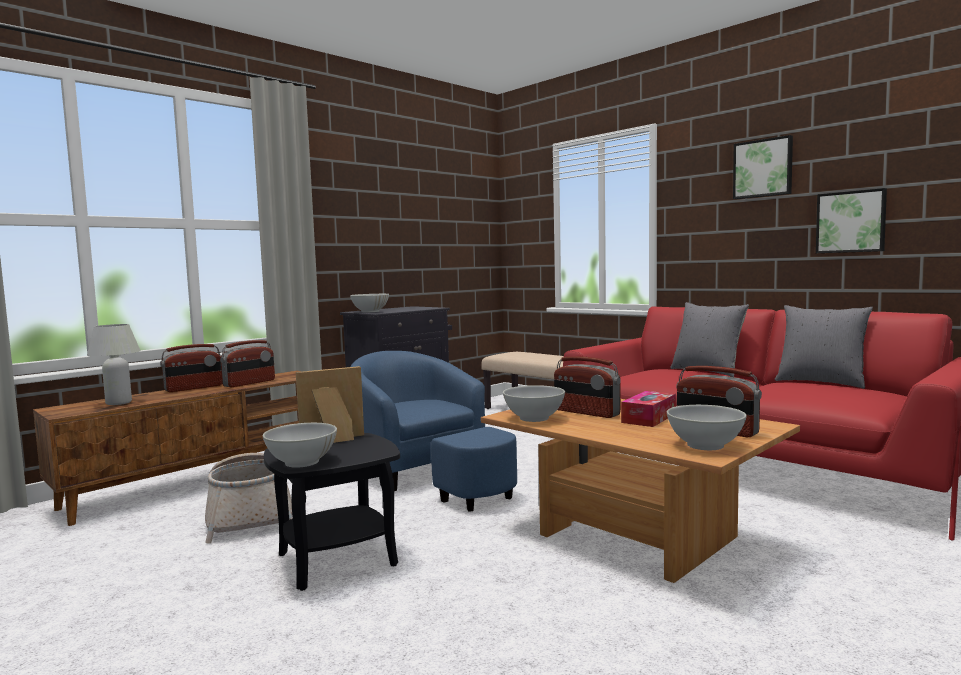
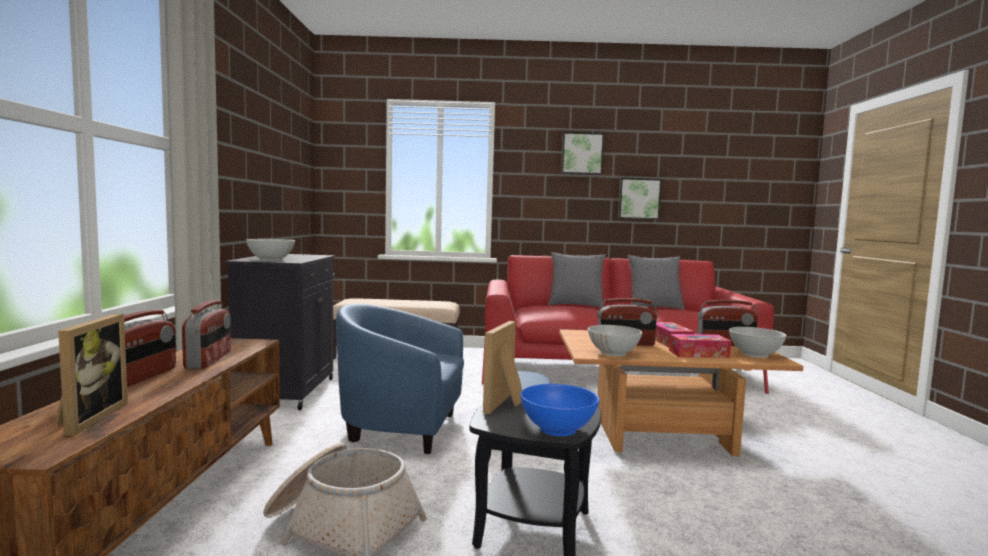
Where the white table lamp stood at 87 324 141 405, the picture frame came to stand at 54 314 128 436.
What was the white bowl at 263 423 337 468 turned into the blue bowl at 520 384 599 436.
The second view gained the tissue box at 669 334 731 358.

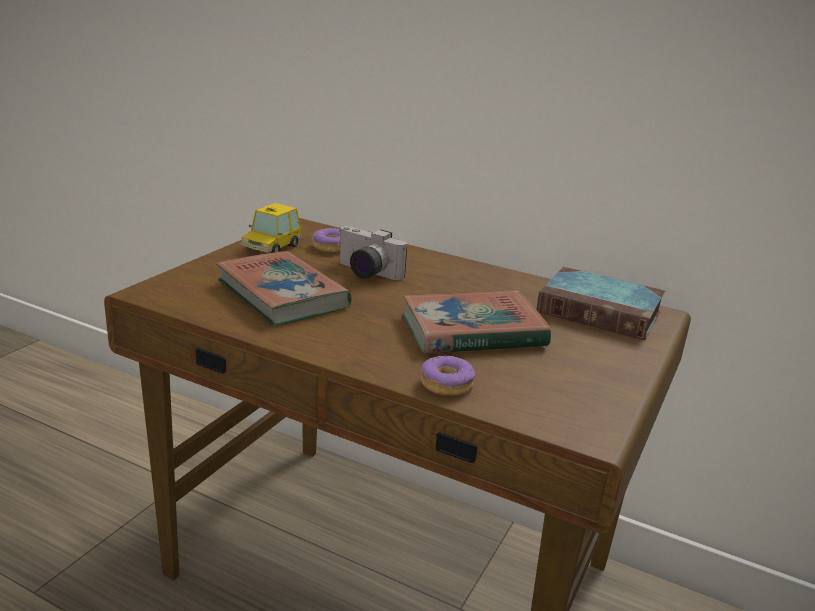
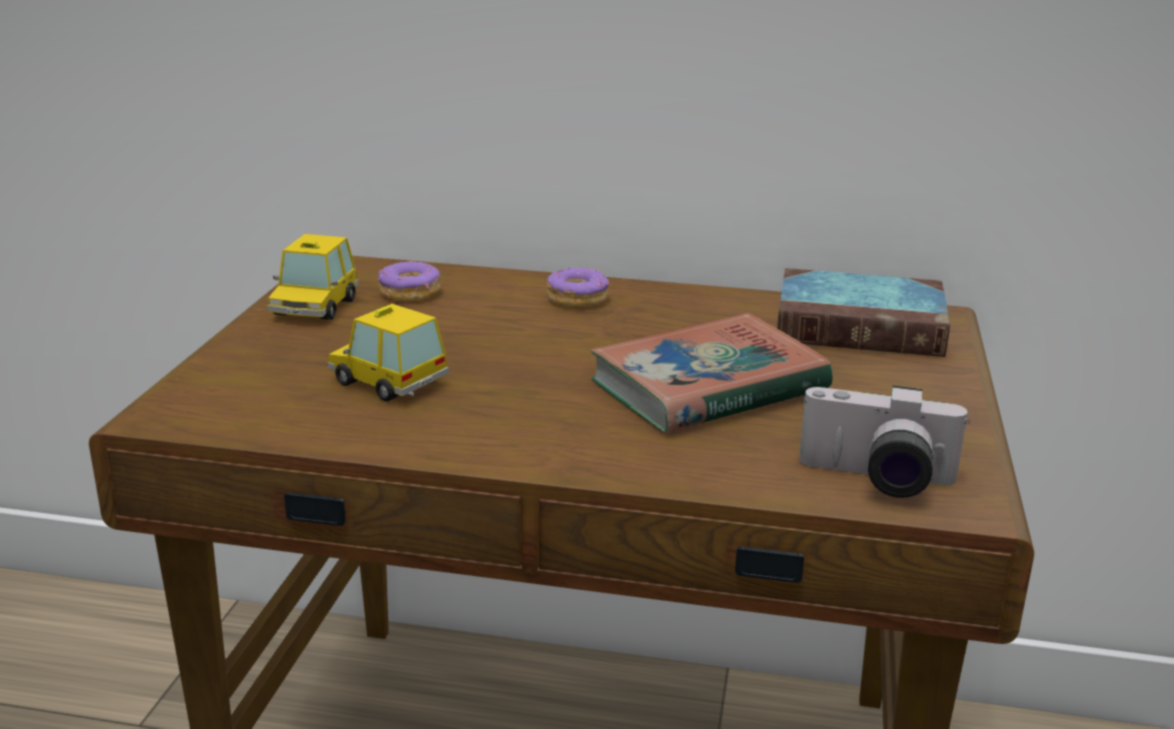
Where the book stood at 216 251 352 326, the toy car came to stand at 328 304 449 401.
The donut ended up elsewhere, having gone from 421 355 476 396 to 547 267 609 307.
The photo camera ended up elsewhere, having gone from 339 226 407 281 to 799 386 970 498.

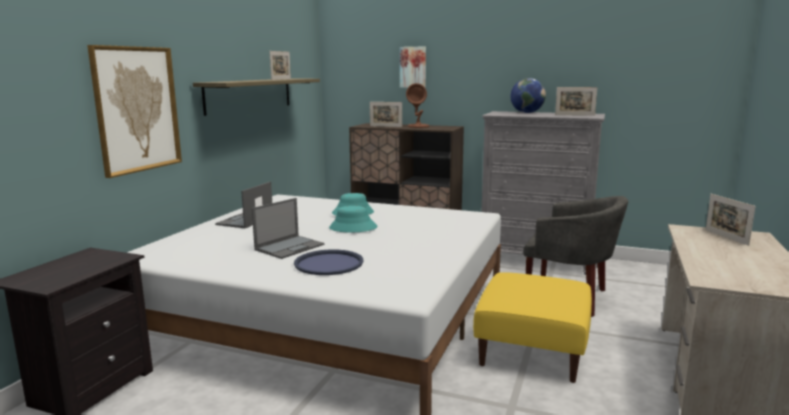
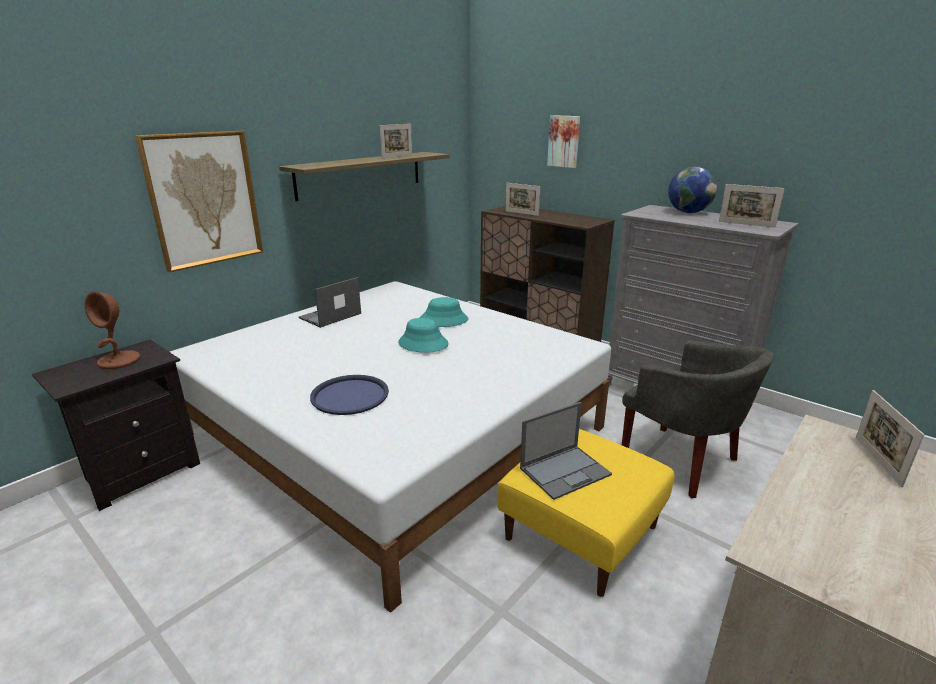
The brown table lamp ended up elsewhere, having gone from 406 83 429 128 to 85 292 140 369.
The laptop ended up elsewhere, having gone from 252 198 324 259 to 520 402 612 500.

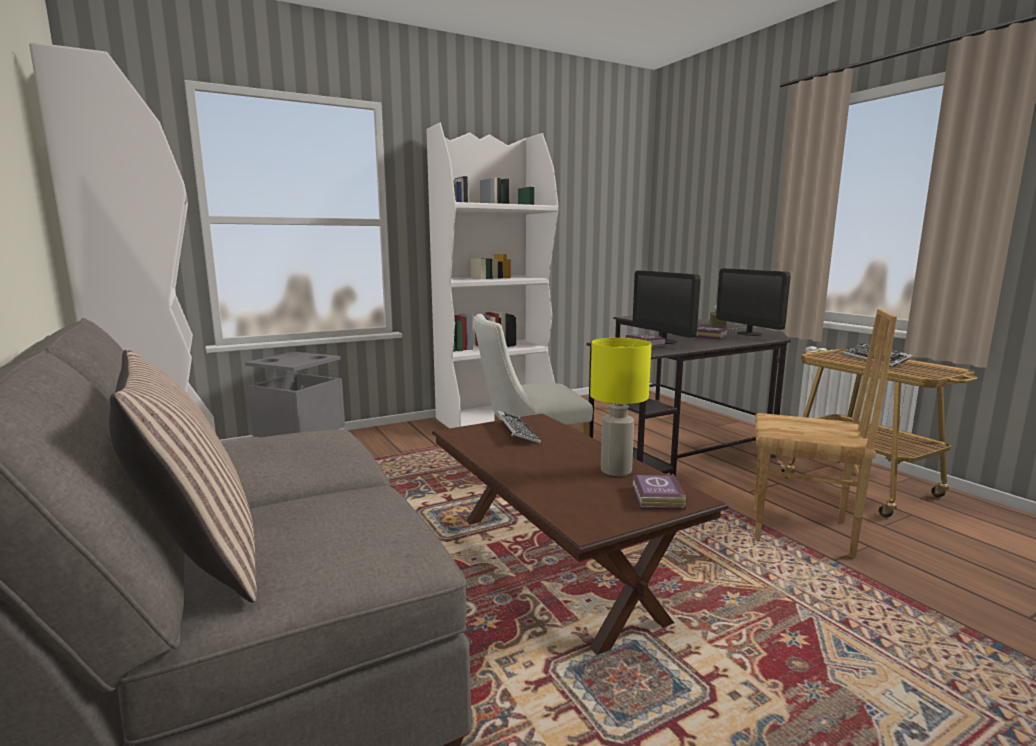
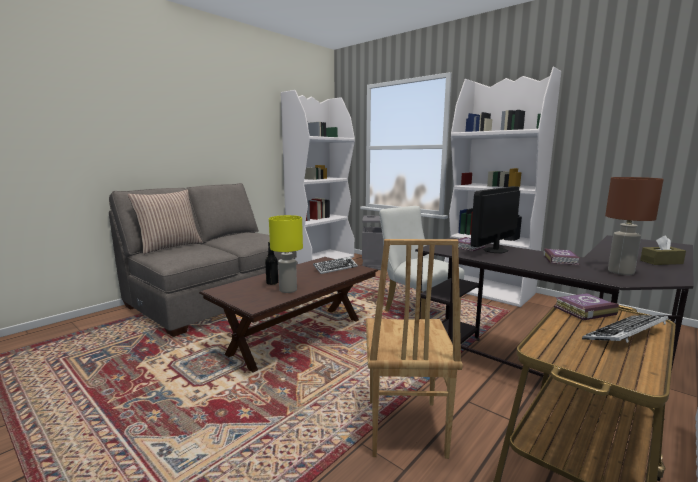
The second view gained the black bottle at 265 241 278 285.
The book ended up elsewhere, having gone from 632 474 687 510 to 554 293 619 320.
Where the monitor stood at 716 268 791 336, the brown table lamp came to stand at 605 177 663 275.

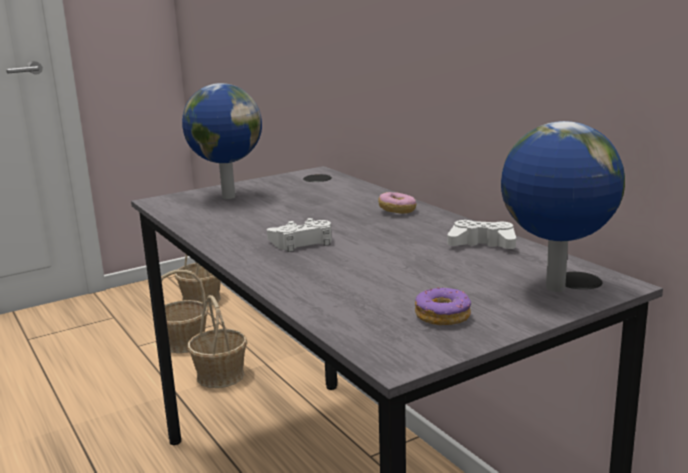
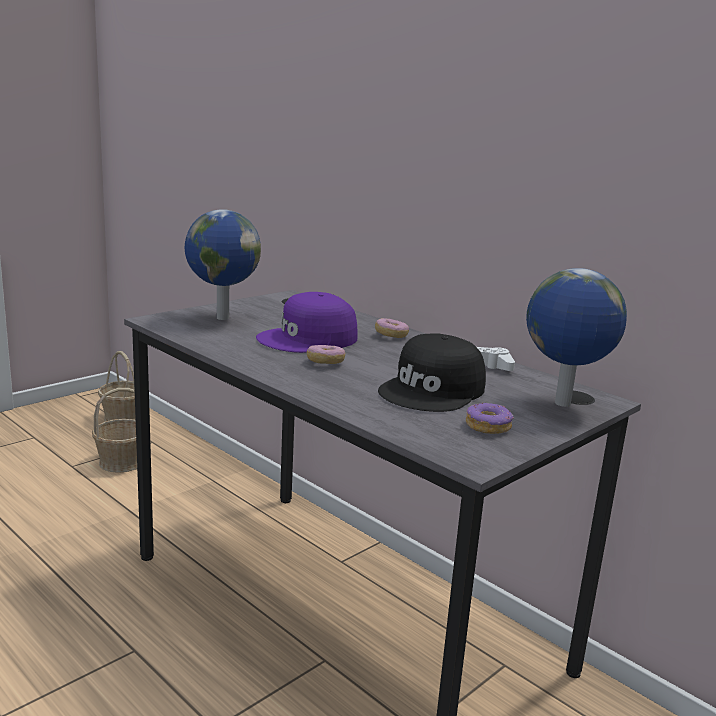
The second view gained the purple cap at 256 292 358 353.
Where the white game controller stood at 267 218 332 252, the donut came to stand at 307 345 345 364.
The second view gained the black cap at 378 333 486 412.
The second view lost the basket at 188 295 247 388.

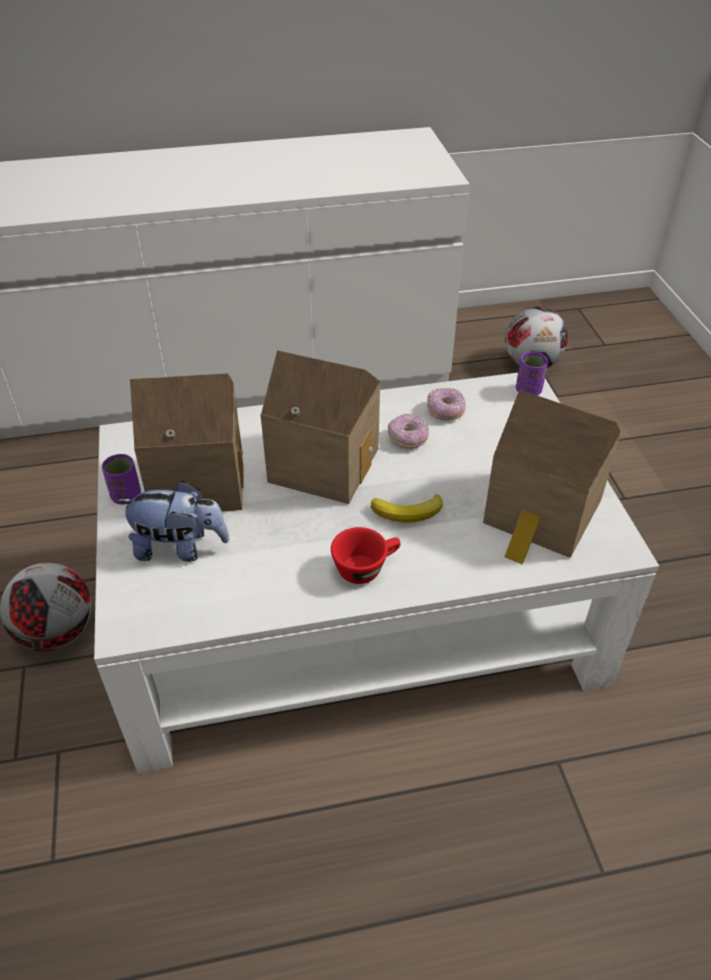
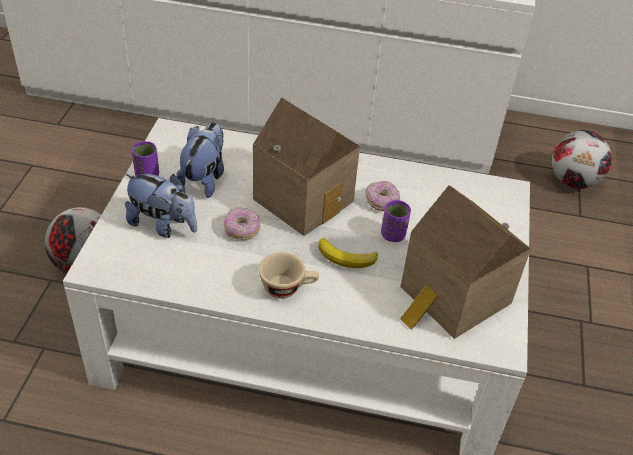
Where the toy house stood at 130 373 244 511, the plush toy came to stand at 176 122 224 198.
The donut ended up elsewhere, having gone from 427 388 466 421 to 224 207 260 240.
What was the red cup at 331 527 401 584 turned into the beige cup at 258 252 319 299.
The purple cup ended up elsewhere, having gone from 516 352 548 396 to 381 200 411 242.

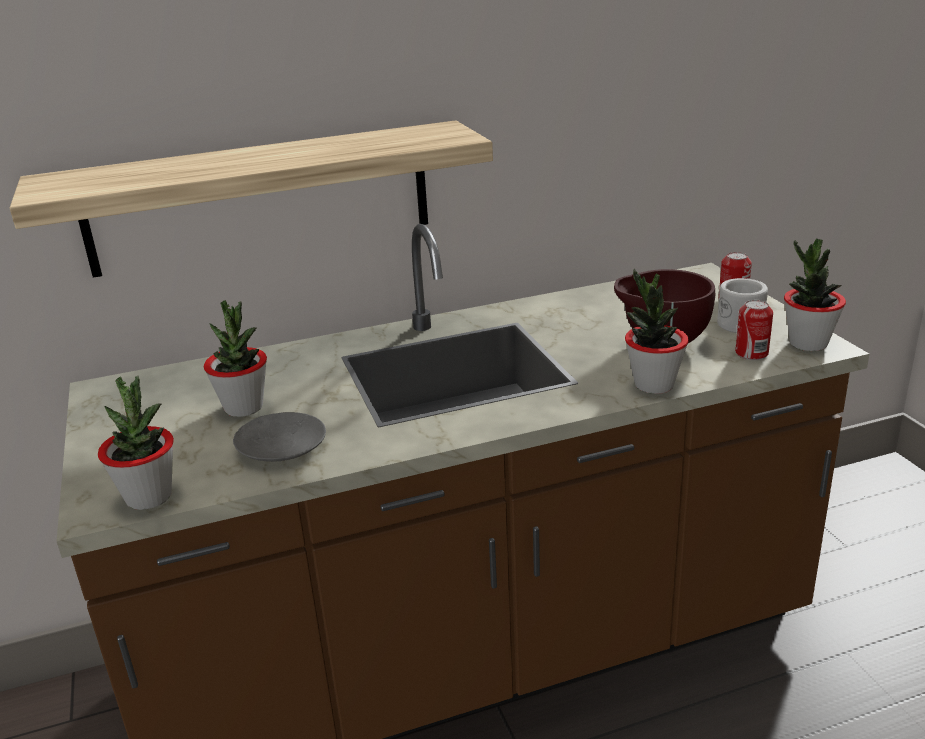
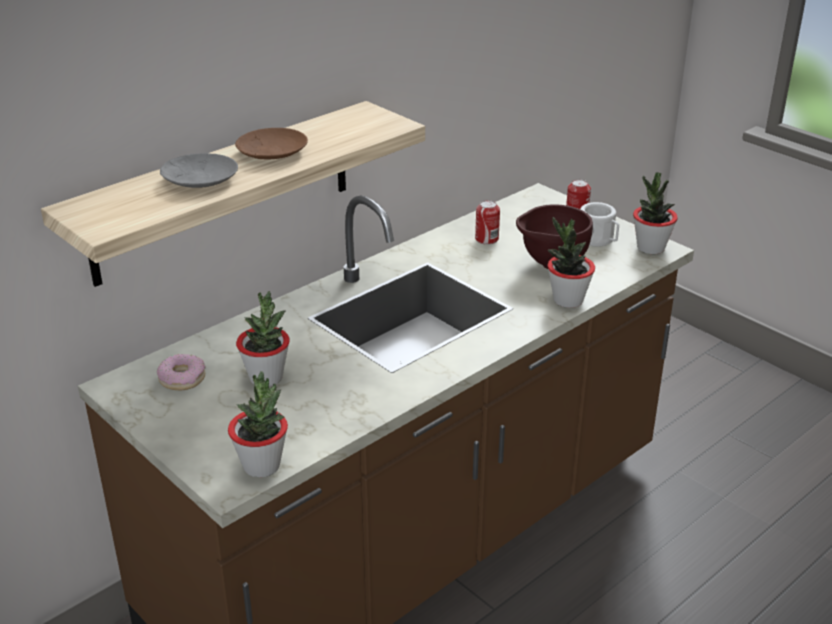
The second view gained the donut at 157 354 206 391.
The grey plate ended up elsewhere, having gone from 233 412 326 462 to 160 153 238 188.
The second view gained the brown plate at 235 128 308 159.
The can ended up elsewhere, having gone from 735 300 773 360 to 475 200 500 245.

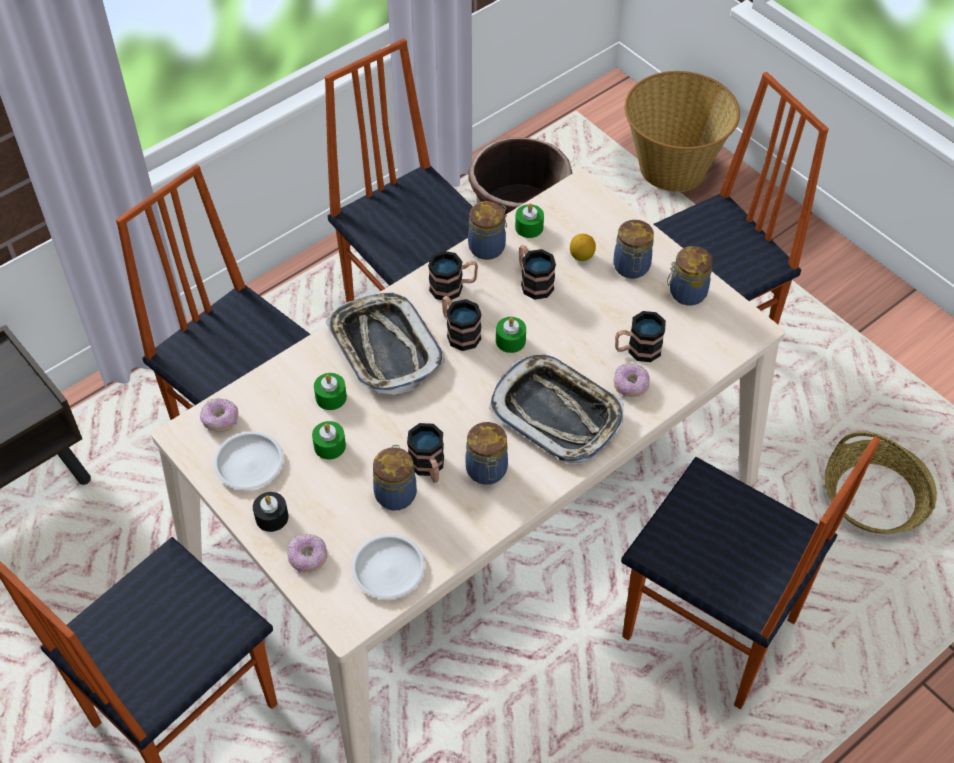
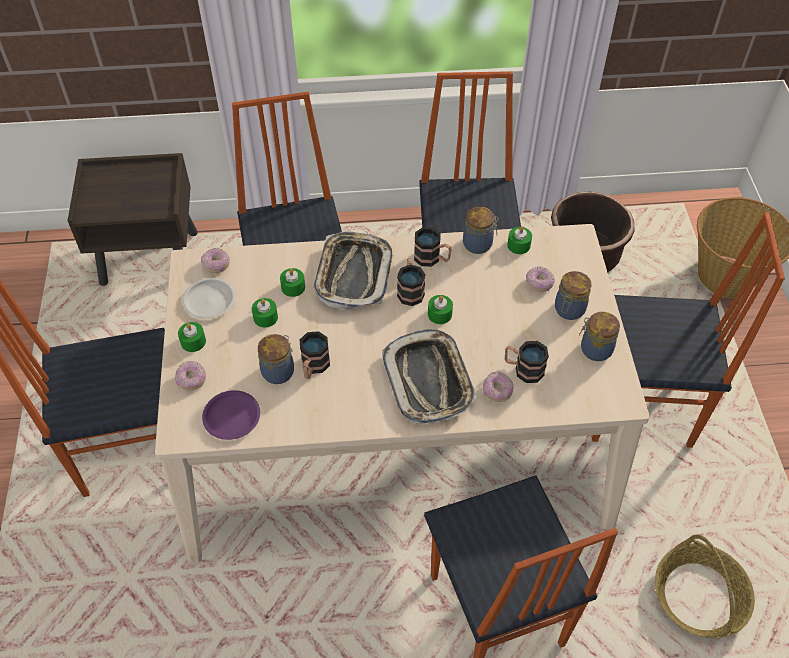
What was the black candle at 253 492 289 532 turned into the green candle at 178 322 206 352.
What was the white plate at 351 534 425 599 turned into the purple plate at 202 390 260 440.
Where the lemon stood at 570 234 596 261, the donut came to stand at 526 266 555 292.
The second view lost the jar at 465 422 508 485.
The second view lost the mug at 519 245 556 300.

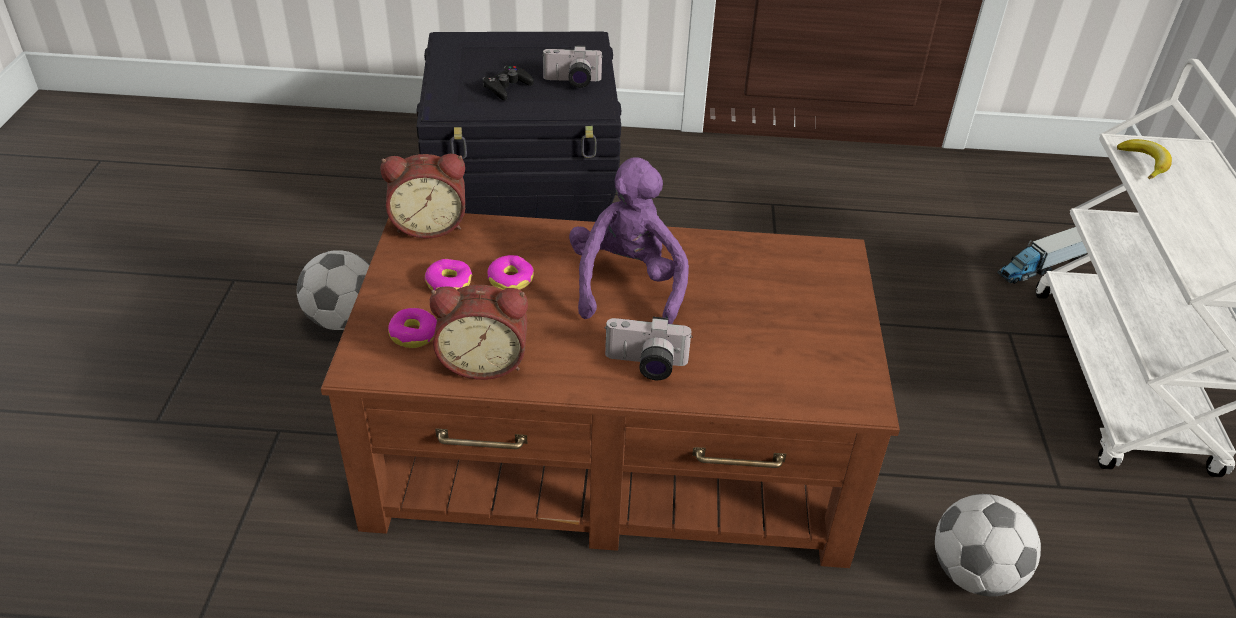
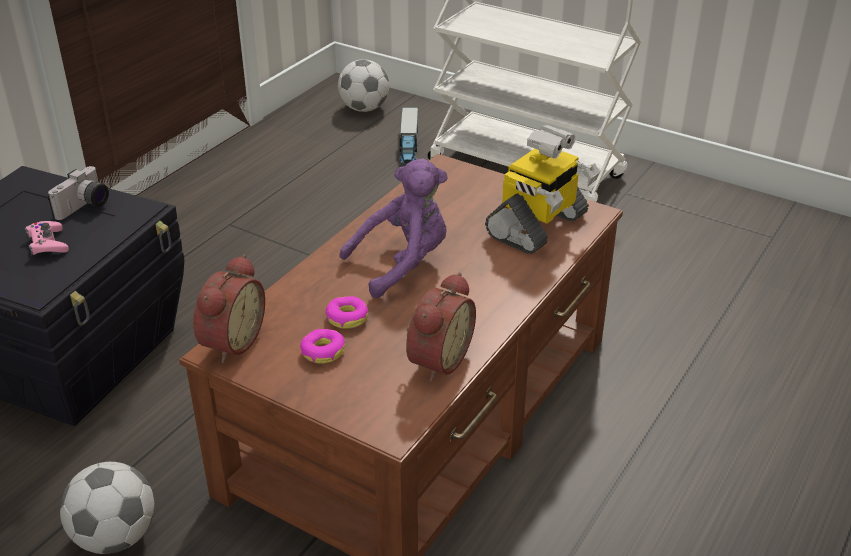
What was the black game controller at 483 65 534 100 turned into the pink game controller at 24 221 69 256.
The football ended up elsewhere, having gone from 935 494 1041 596 to 338 59 389 112.
The purple plush toy at 569 157 689 324 ended up facing another way, 120 degrees clockwise from before.
The second view gained the toy robot at 485 125 600 254.
The second view lost the donut at 388 308 437 348.
The second view lost the photo camera at 605 317 693 380.
The second view lost the banana at 1117 139 1172 179.

